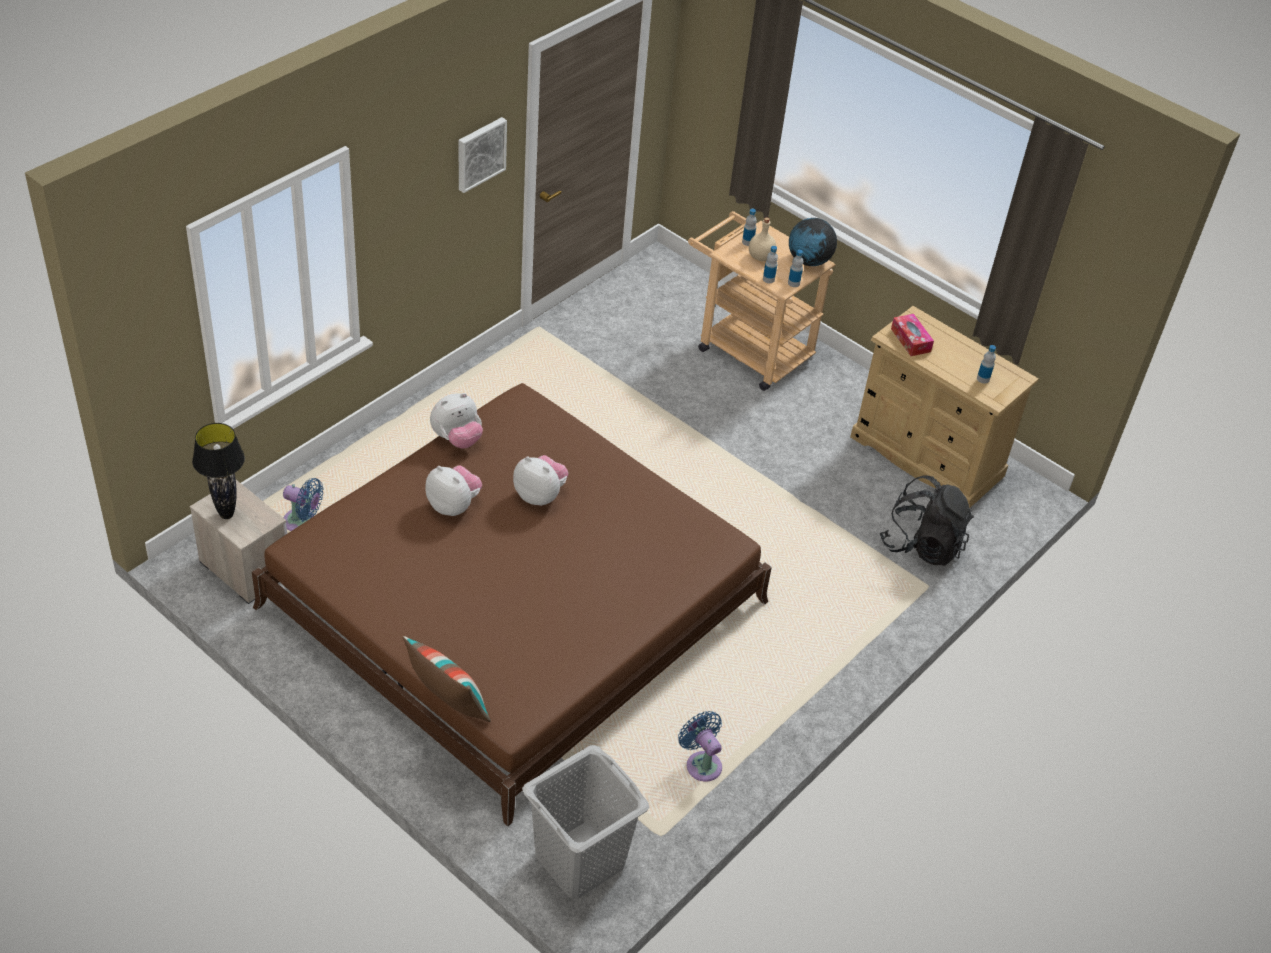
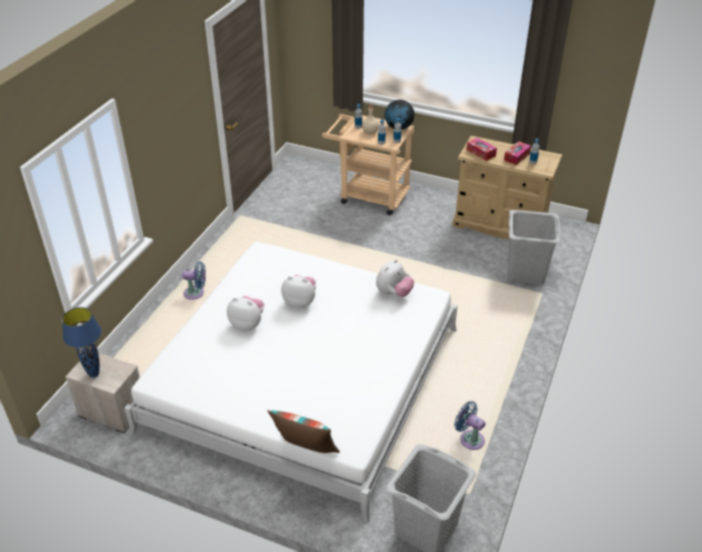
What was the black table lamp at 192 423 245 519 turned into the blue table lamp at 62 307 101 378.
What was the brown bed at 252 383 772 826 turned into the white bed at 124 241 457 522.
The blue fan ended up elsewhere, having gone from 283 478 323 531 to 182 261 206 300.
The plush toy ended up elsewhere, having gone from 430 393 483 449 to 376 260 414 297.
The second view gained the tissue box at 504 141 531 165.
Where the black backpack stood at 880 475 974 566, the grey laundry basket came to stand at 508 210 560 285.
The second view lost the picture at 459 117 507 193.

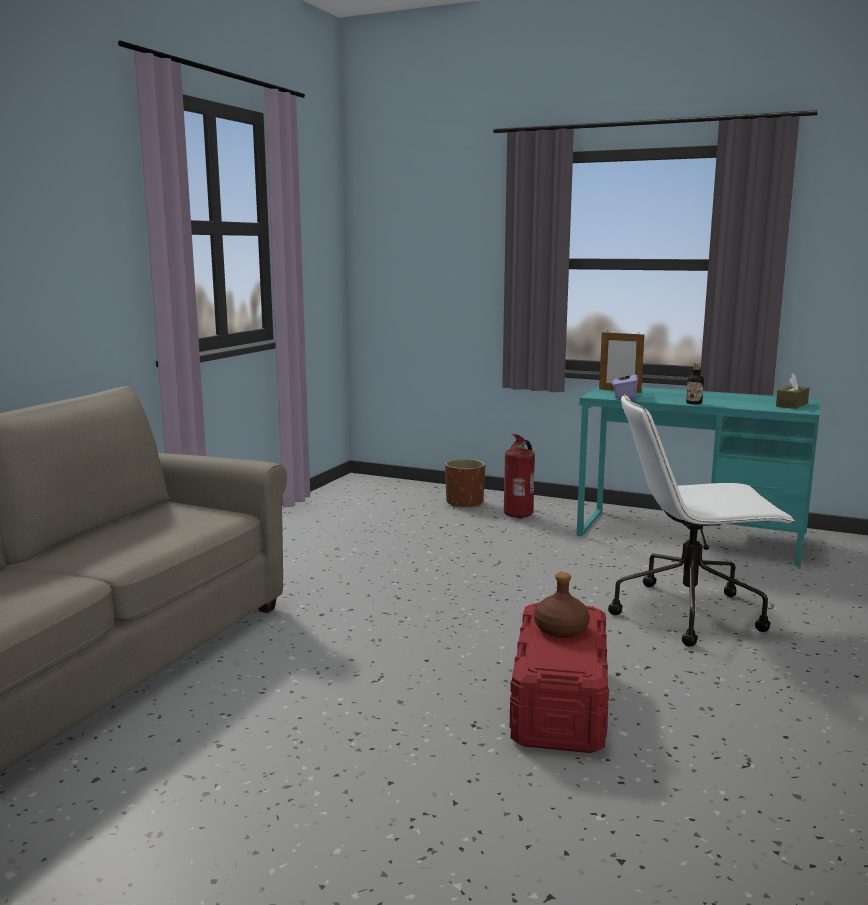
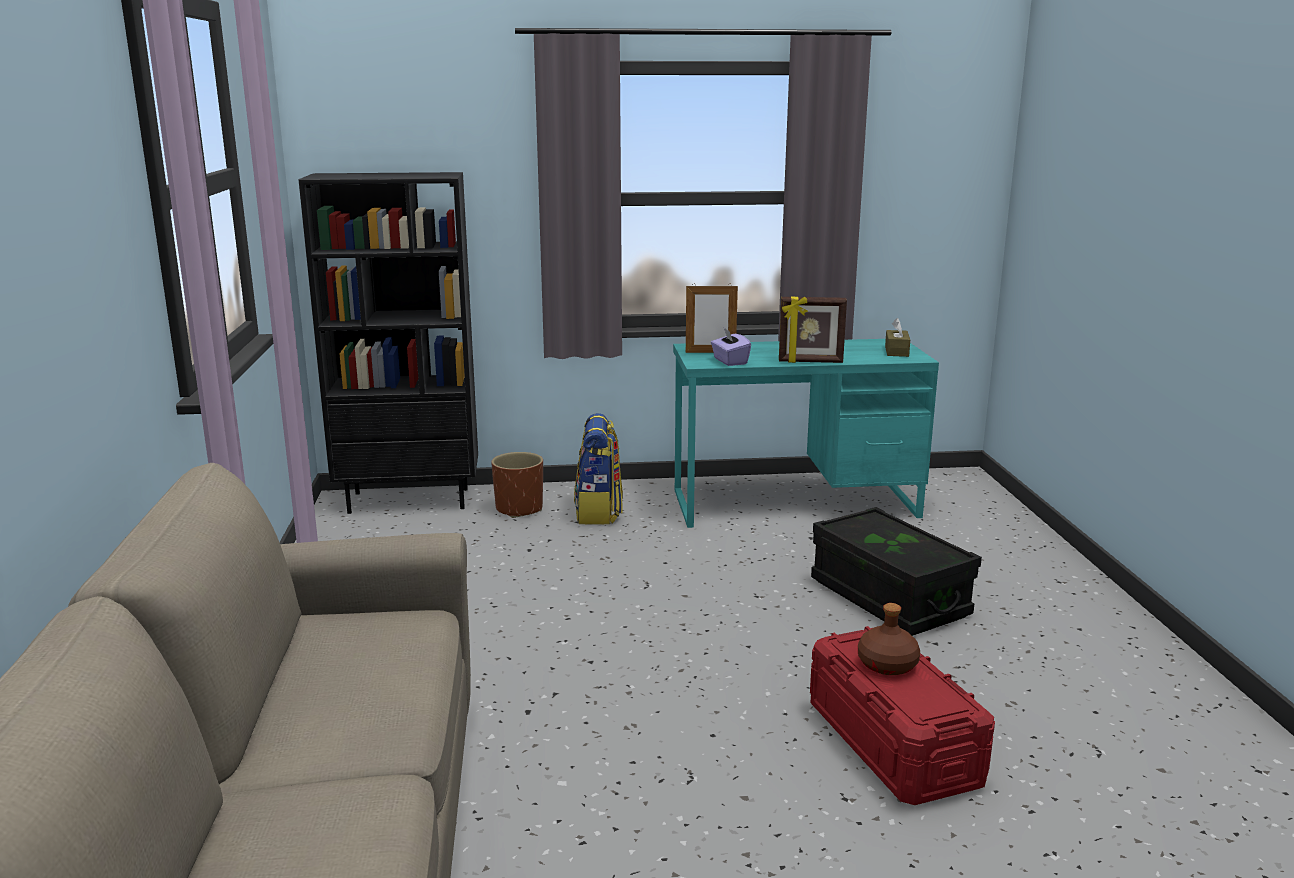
The second view gained the black bookcase at 298 172 478 514.
Where the fire extinguisher stood at 504 434 535 519, the backpack came to stand at 574 413 623 525.
Where the bottle stood at 686 363 704 405, the picture frame came to stand at 779 297 847 363.
Where the white office chair stood at 608 394 795 647, the black storage box came to stand at 811 507 982 636.

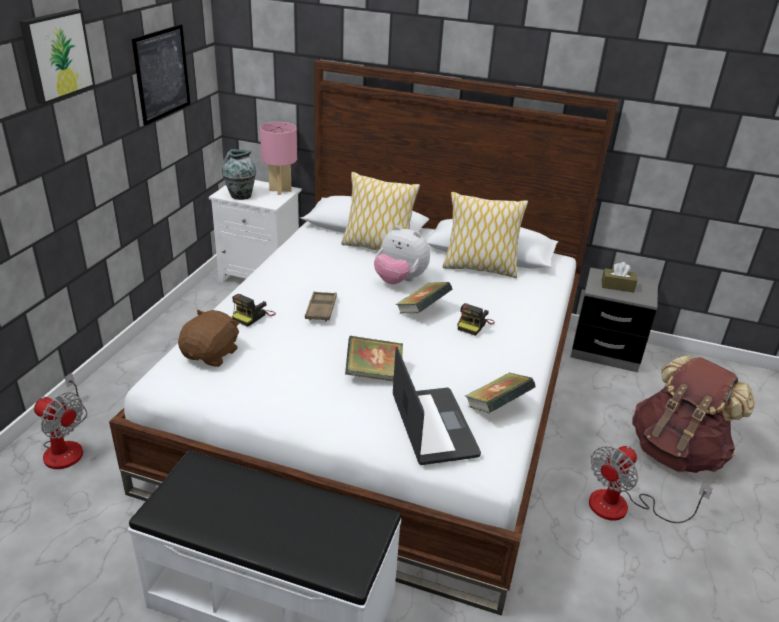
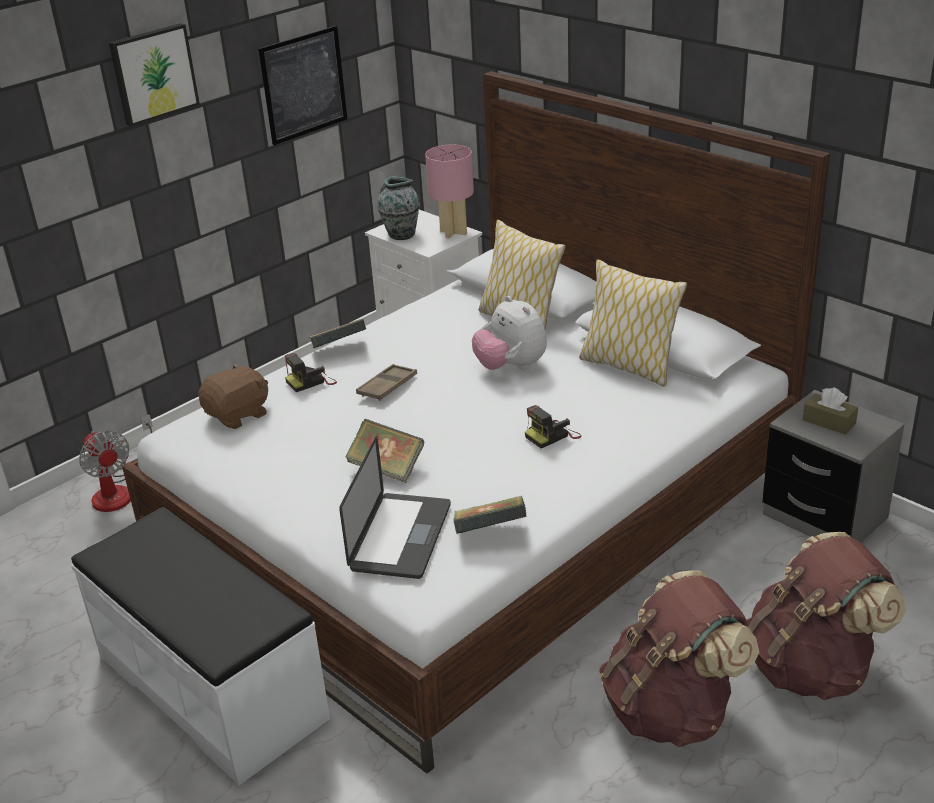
The book ended up elsewhere, having gone from 396 282 453 314 to 309 319 366 348.
Where the fan stood at 589 446 713 523, the brown backpack came to stand at 599 570 759 747.

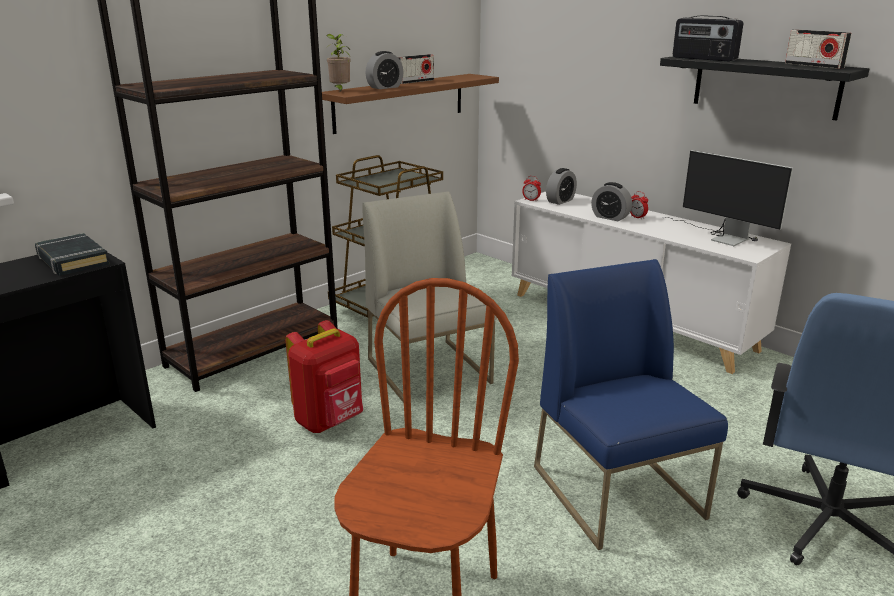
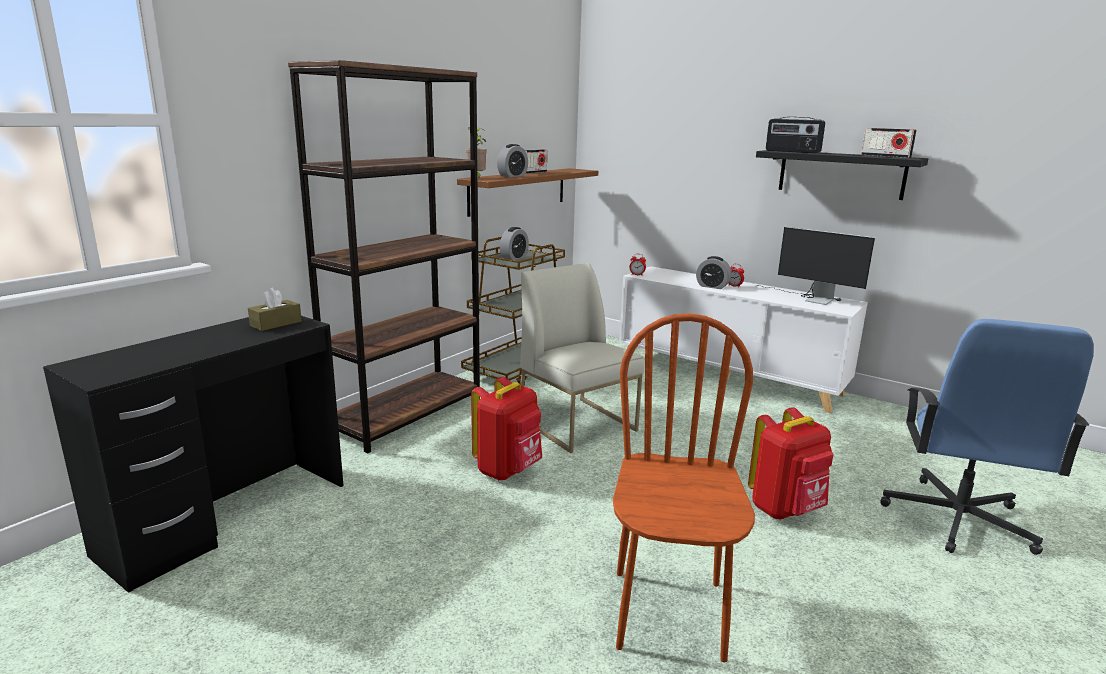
Where the black book stood at 35 233 110 276, the brown tissue box came to stand at 248 288 302 331.
The alarm clock ended up elsewhere, having gone from 546 168 577 205 to 500 227 529 260.
Where the blue chair stood at 534 259 728 550, the red backpack came to stand at 748 407 834 520.

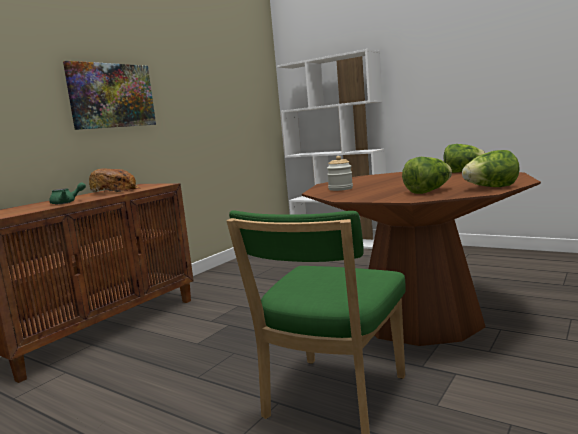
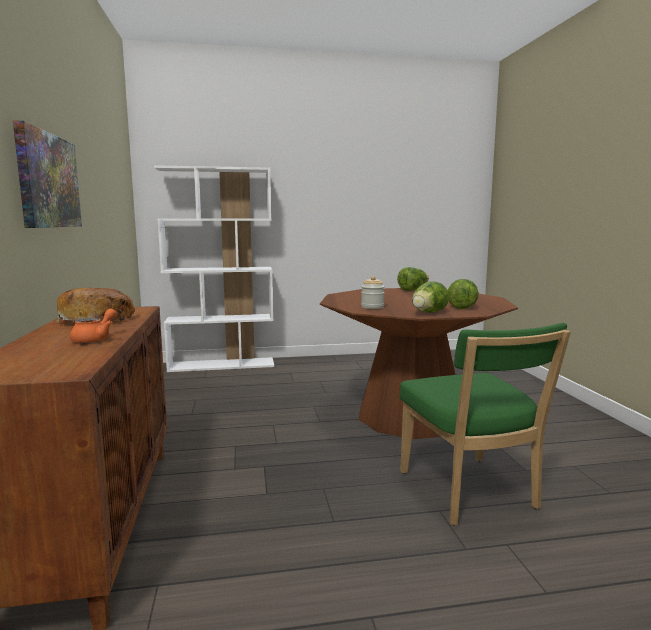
What was the green teapot at 49 182 86 205 turned into the orange teapot at 70 308 116 343.
The lettuce ended up elsewhere, having gone from 462 150 520 187 to 412 282 449 313.

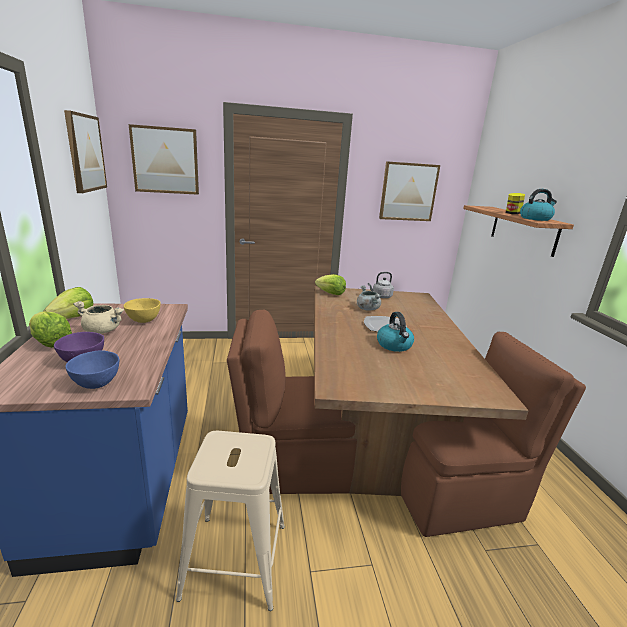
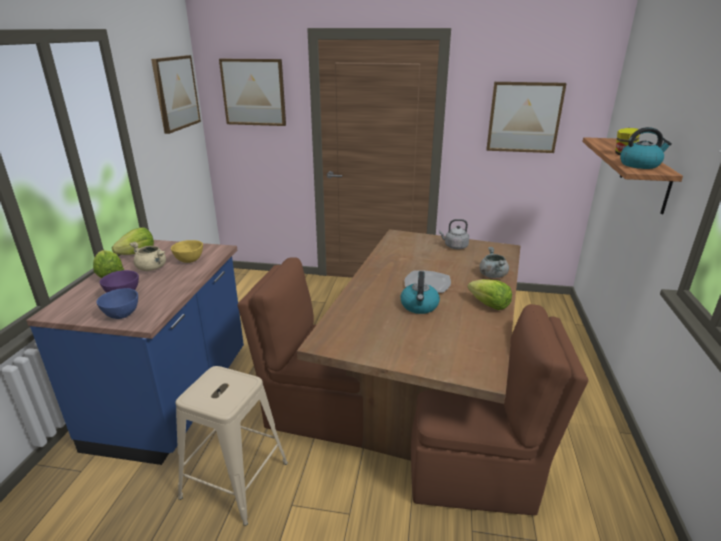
The lettuce ended up elsewhere, having gone from 315 274 346 295 to 467 279 512 310.
The grey cooking pot ended up elsewhere, having gone from 357 285 381 311 to 479 247 509 278.

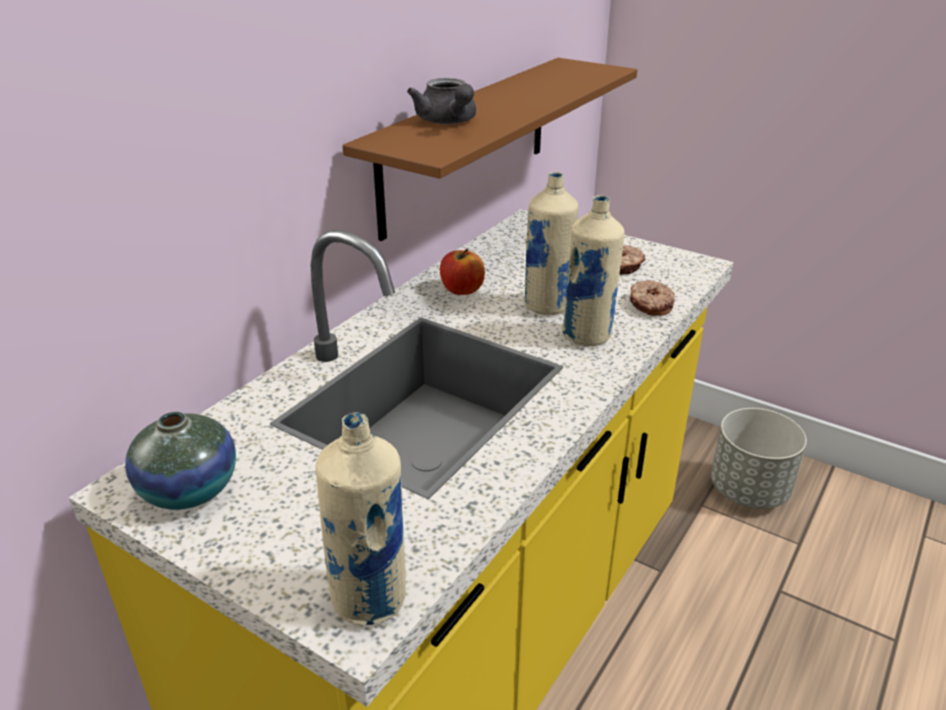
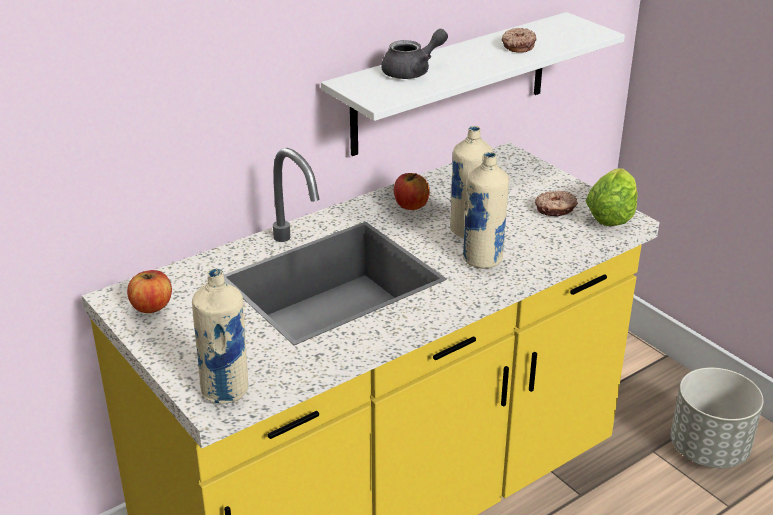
Where the vase stood at 125 412 236 510, the apple came to stand at 127 270 172 313.
What was the brown shelf at 343 58 637 241 turned into the white shelf at 321 12 625 156.
The grey teapot at 407 78 476 124 ended up facing another way, 120 degrees counterclockwise from before.
The donut ended up elsewhere, having gone from 630 280 675 316 to 502 28 537 53.
The second view gained the lettuce at 585 168 638 226.

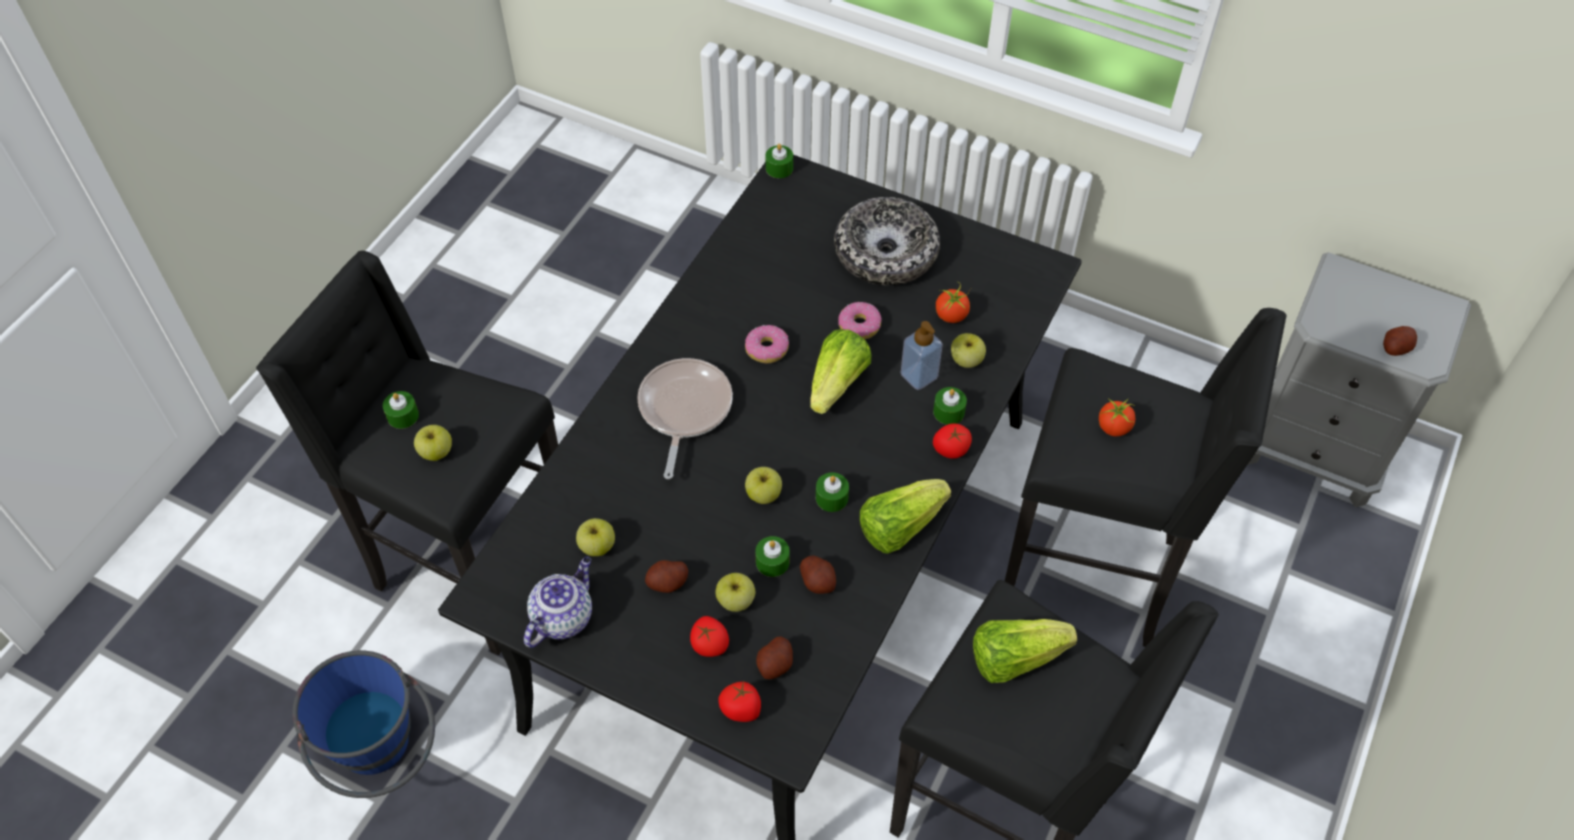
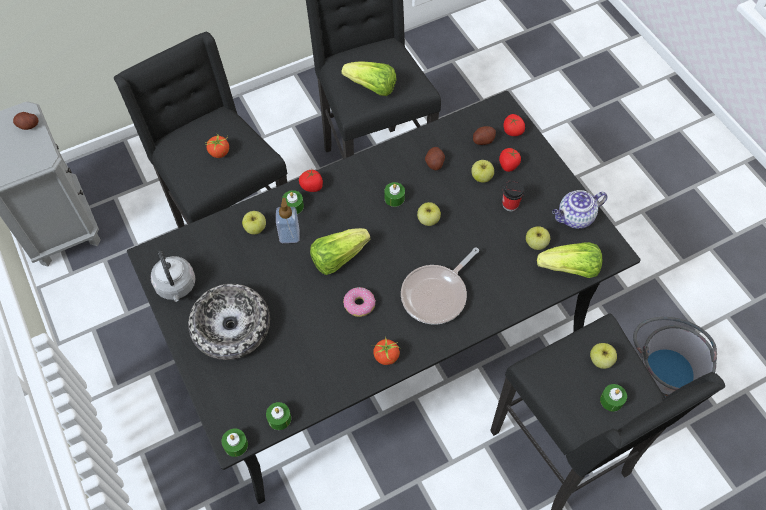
The second view gained the grey kettle at 150 250 196 302.
The green candle ended up elsewhere, having gone from 755 536 790 577 to 266 402 291 430.
The tomato ended up elsewhere, having gone from 936 282 971 323 to 372 337 401 365.
Where the potato stood at 645 560 688 593, the cup came to stand at 502 180 524 211.
The lettuce ended up elsewhere, having gone from 860 479 951 553 to 537 242 602 278.
What was the blue bucket at 292 650 435 798 turned into the grey bucket at 633 317 717 399.
The second view lost the donut at 838 302 881 339.

